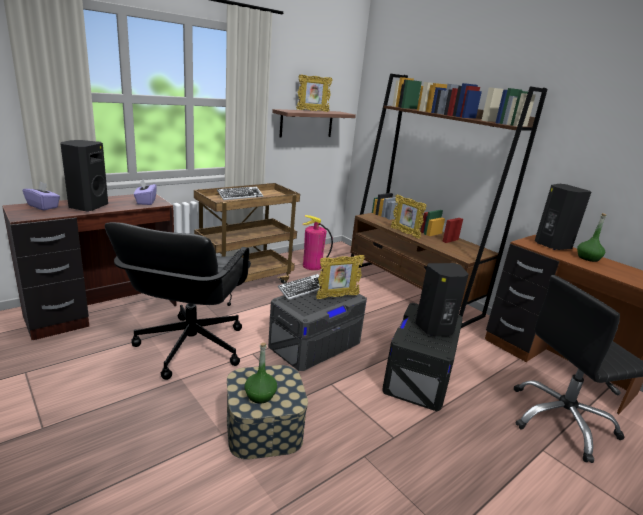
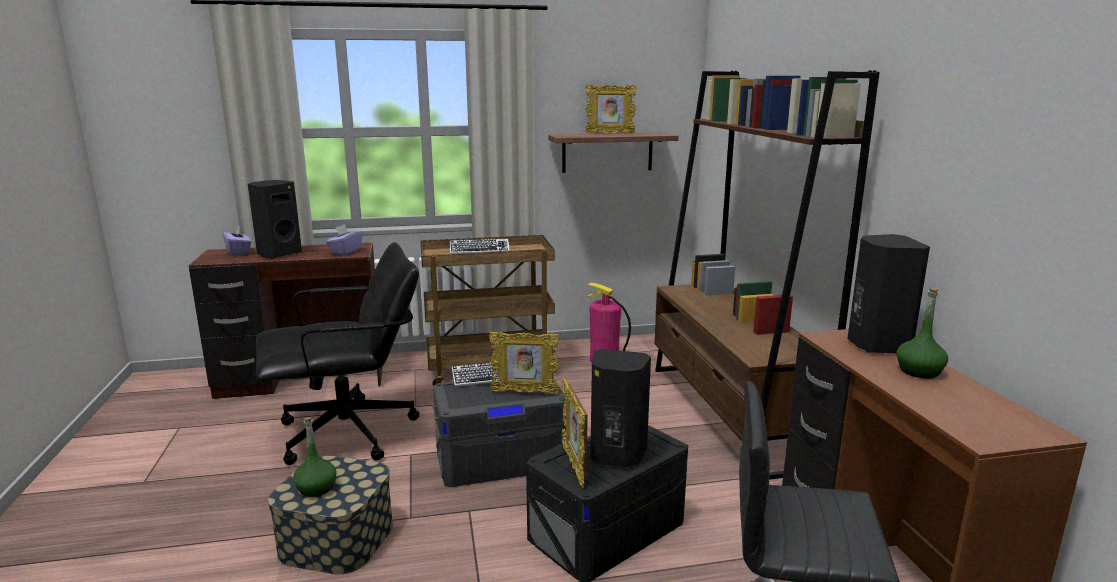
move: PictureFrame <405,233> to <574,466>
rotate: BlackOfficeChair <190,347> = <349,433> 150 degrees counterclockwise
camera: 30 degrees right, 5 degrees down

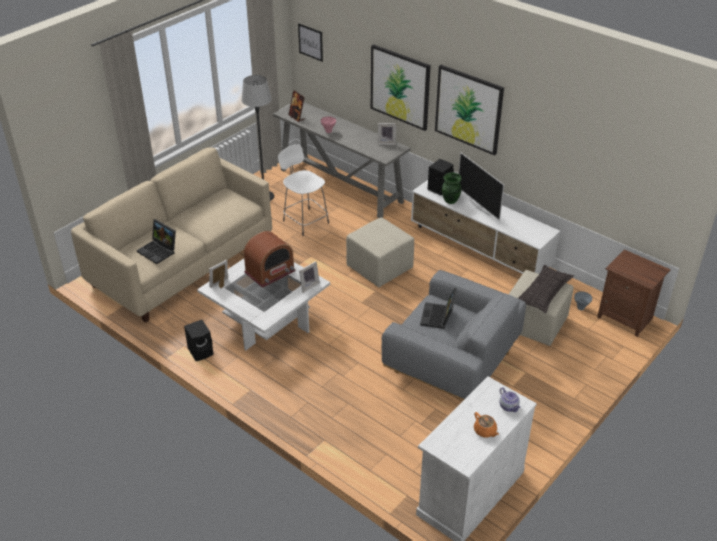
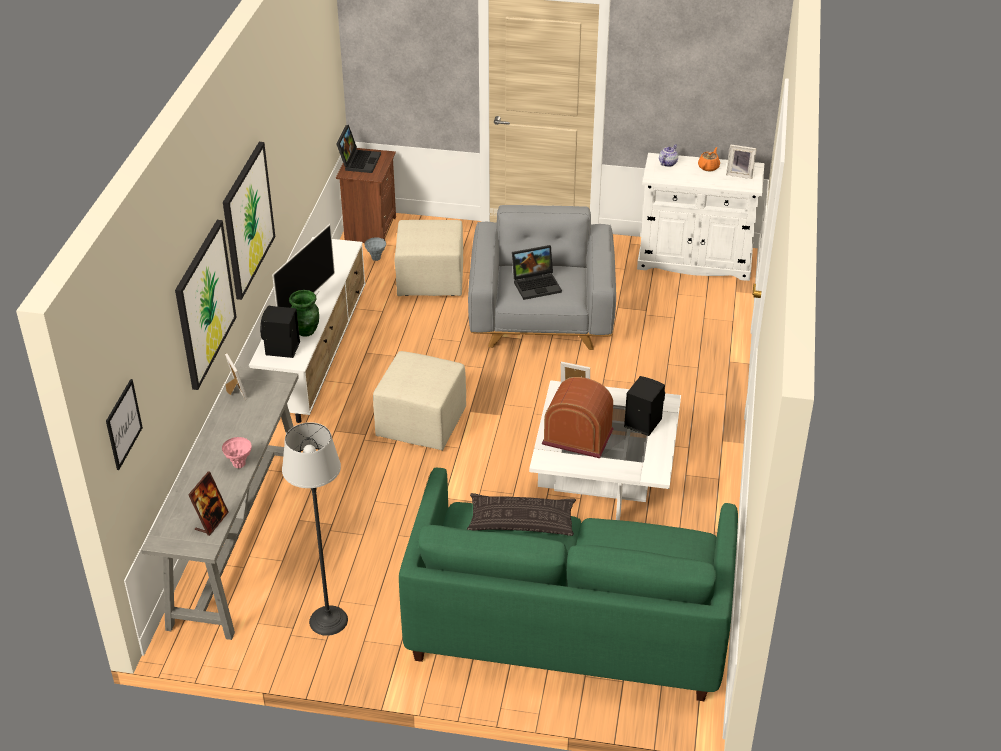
delete: WhiteStool <305,221>
move: Laptop <159,251> to <359,161>; BlackSpeaker <201,351> to <642,422>; PictureFrame <221,284> to <739,174>; Pillow <544,292> to <521,521>
recolor: BeigeSofa <182,263> to GreenSofa <567,626>
camera: 120 degrees left, 0 degrees up

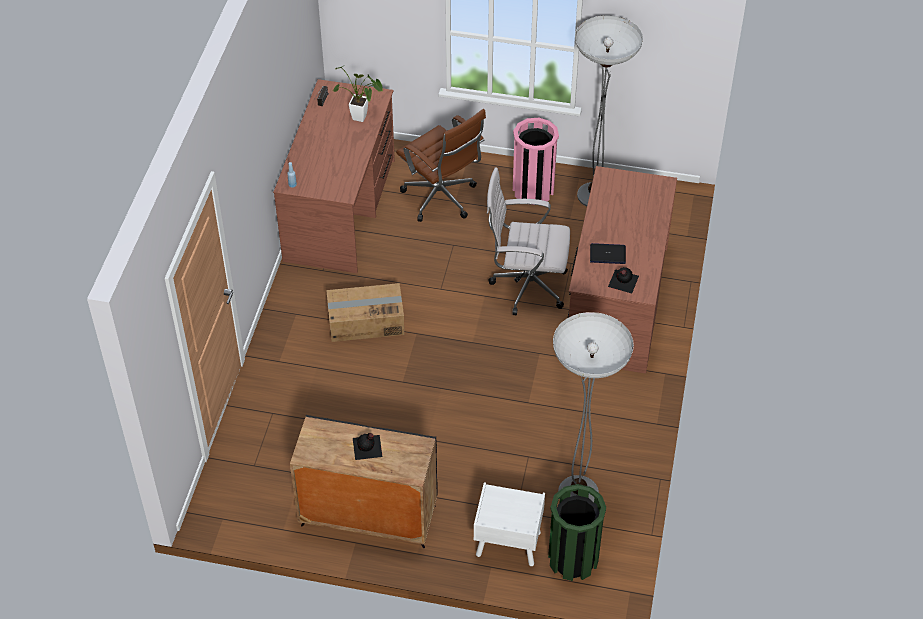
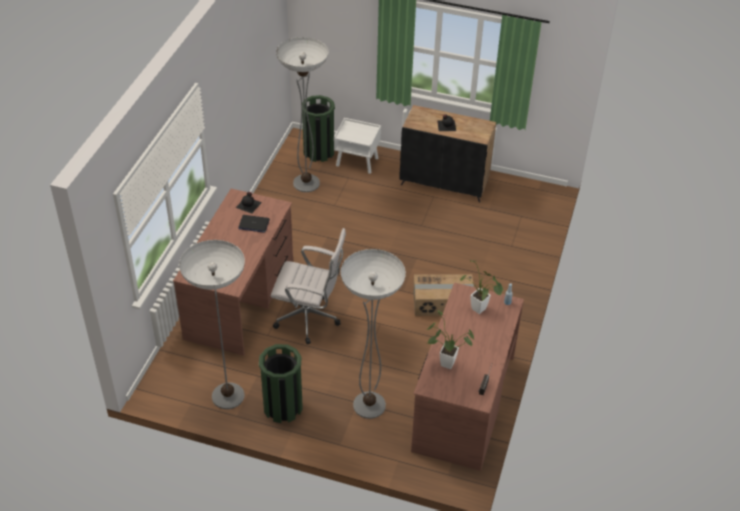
insert: PottedPlant <481,311>
replace: BrownOfficeChair <442,199> to FloorLamp <369,405>
recolor: PinkTrashCan <533,190> to GreenTrashCan <283,407>
camera: 175 degrees left, 5 degrees down

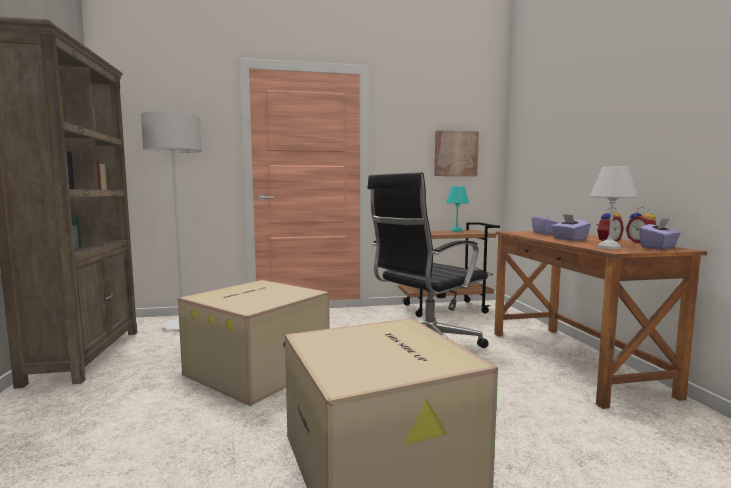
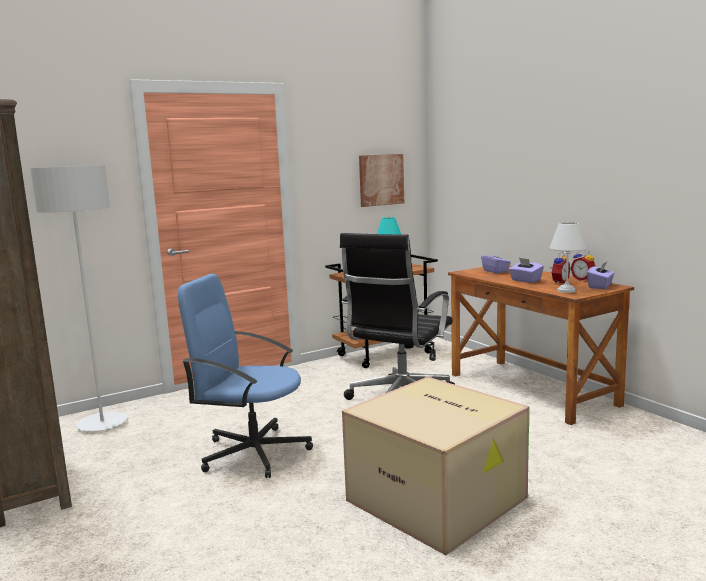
replace: CardboardBox <258,368> to BlueOfficeChair <253,452>
camera: 20 degrees left, 5 degrees up

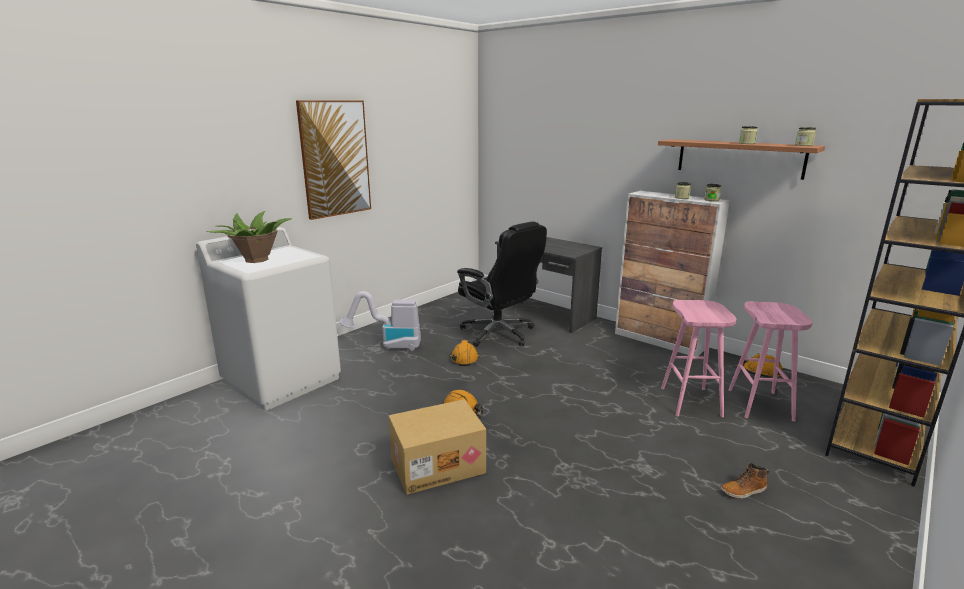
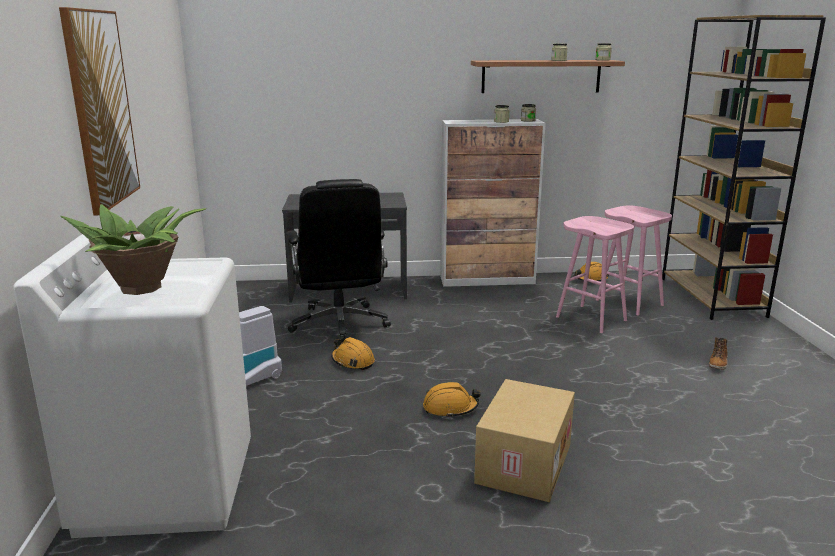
rotate: BlackOfficeChair <499,333> = <340,324> 75 degrees clockwise
camera: 45 degrees left, 0 degrees up

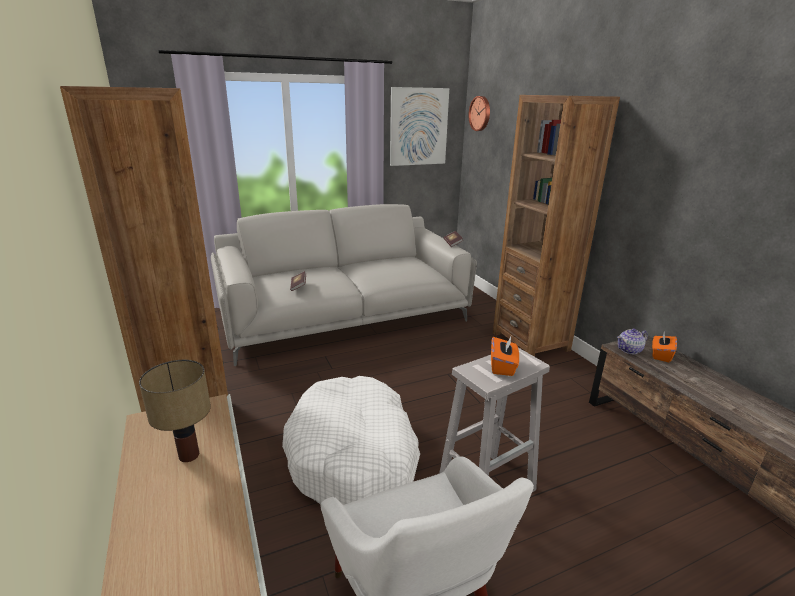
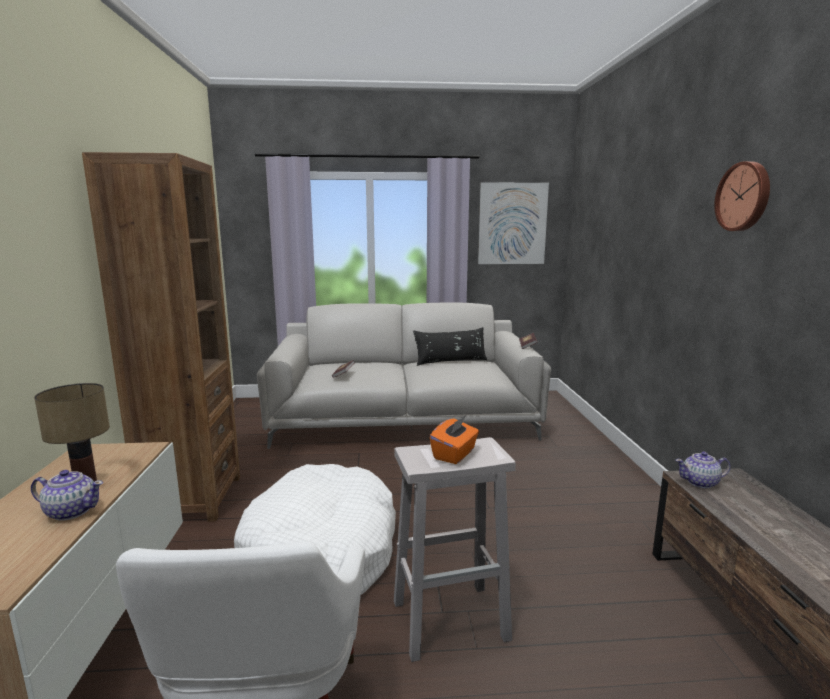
delete: BrownBookcase <530,341>; OrangeTissueBox <661,355>
insert: Teapot <71,511>; BlackPillow <450,361>
move: WallClock <480,113> to <744,197>
camera: 20 degrees right, 10 degrees down

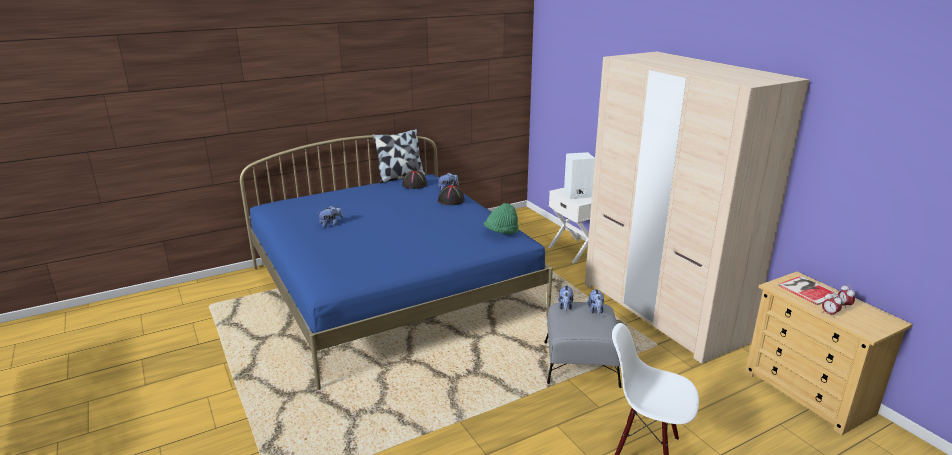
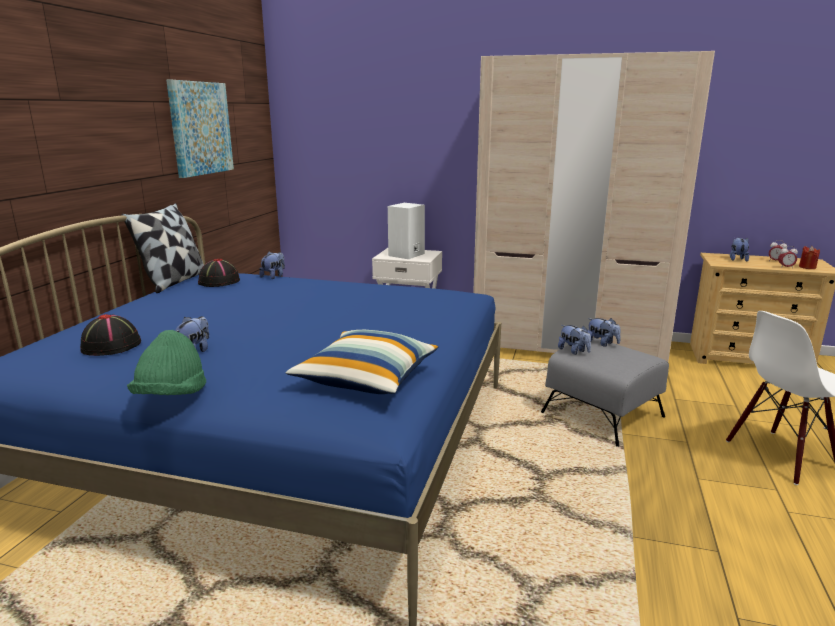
insert: Picture <200,128>; Pillow <366,378>; RedCandle <807,267>
move: BlackHat <451,200> to <112,346>; GreenHat <501,232> to <171,396>
replace: Book <808,289> to PlushToy <737,259>
camera: 45 degrees left, 5 degrees down

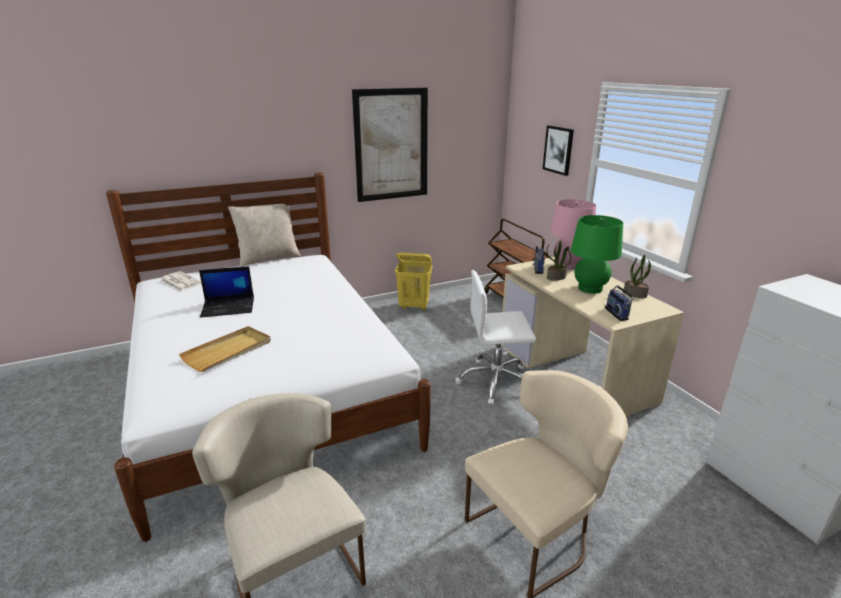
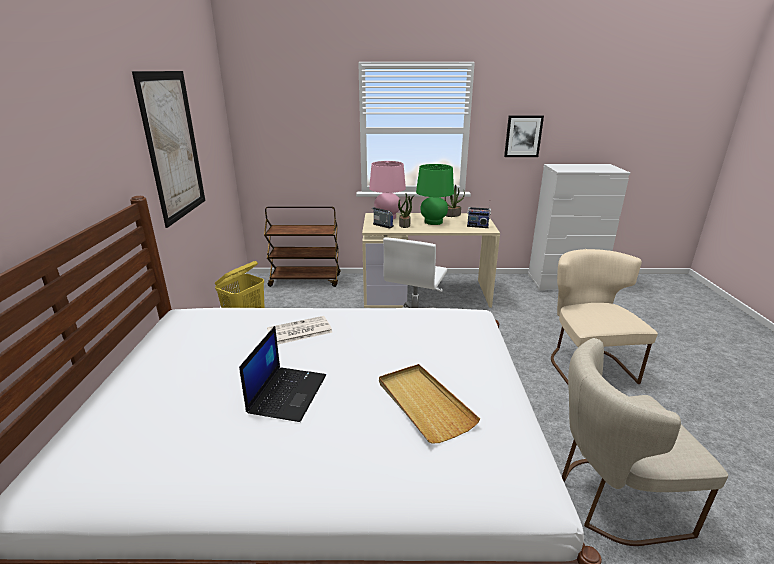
delete: BeigePillow <268,258>
move: Newspaper <180,281> to <299,331>; Picture <558,150> to <523,136>
camera: 65 degrees left, 0 degrees up

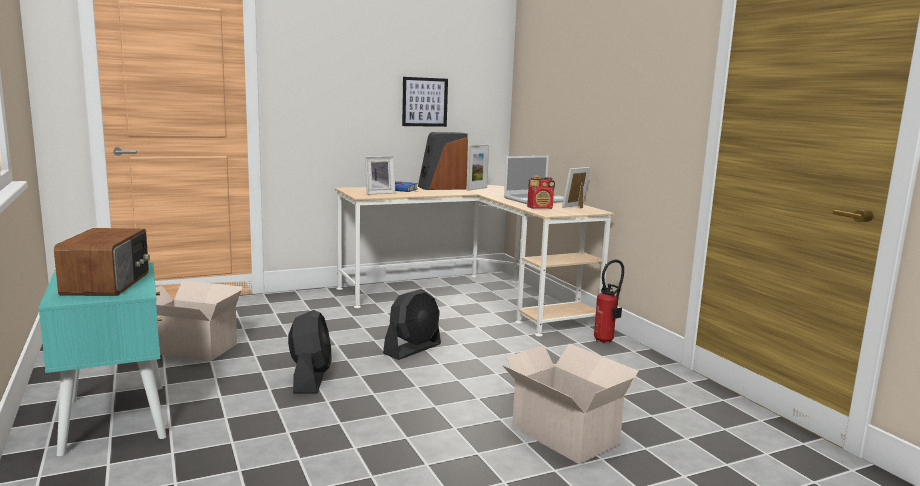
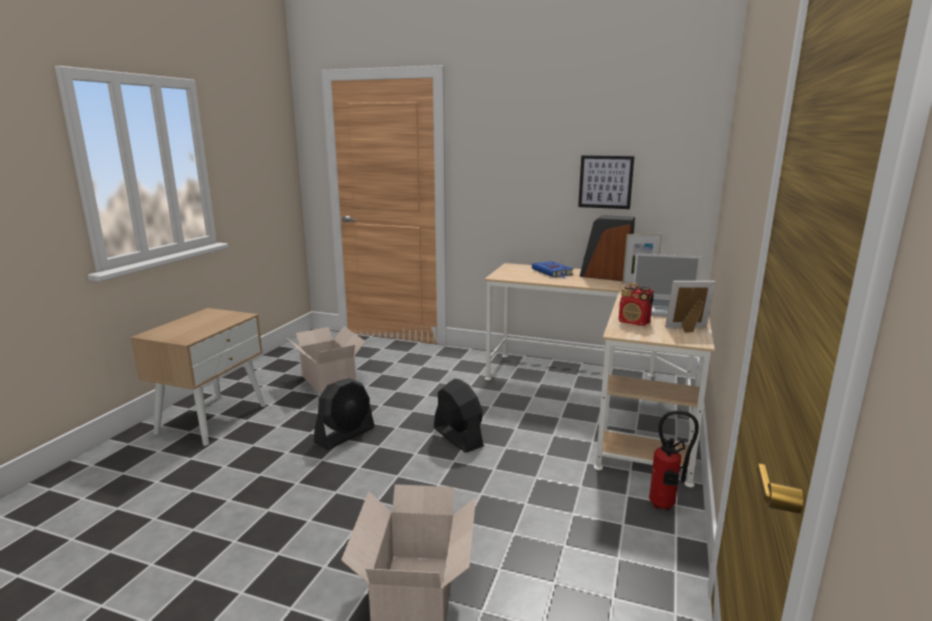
delete: Radio <108,283>; PictureFrame <379,193>
recolor: TurquoiseNightstand <114,417> to BeigeNightstand <212,418>
rotate: BlackFan <413,349> = <457,437> 120 degrees counterclockwise
camera: 45 degrees right, 5 degrees up

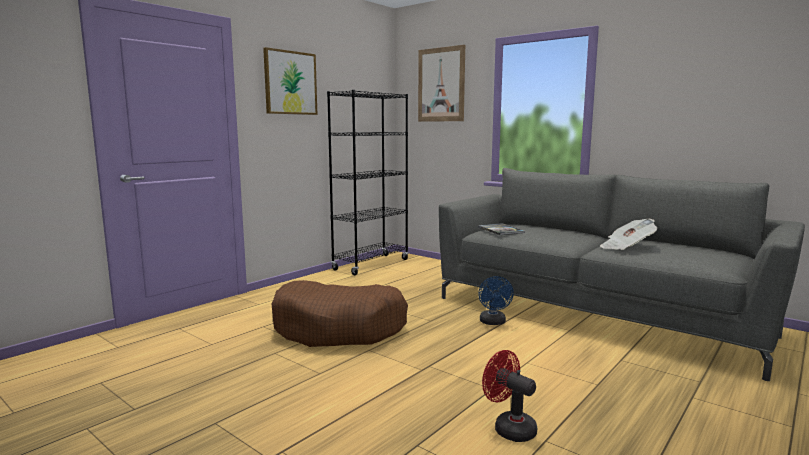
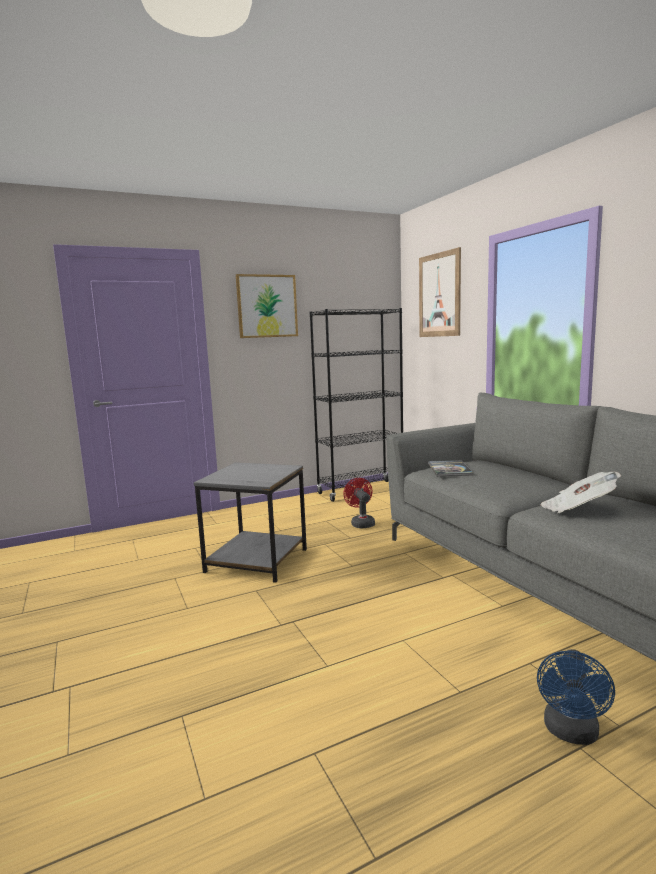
move: BlueFan <493,322> to <571,733>; RedFan <509,428> to <361,523>
replace: BrownDogBed <339,328> to GreySideTable <255,561>
camera: 25 degrees right, 0 degrees up

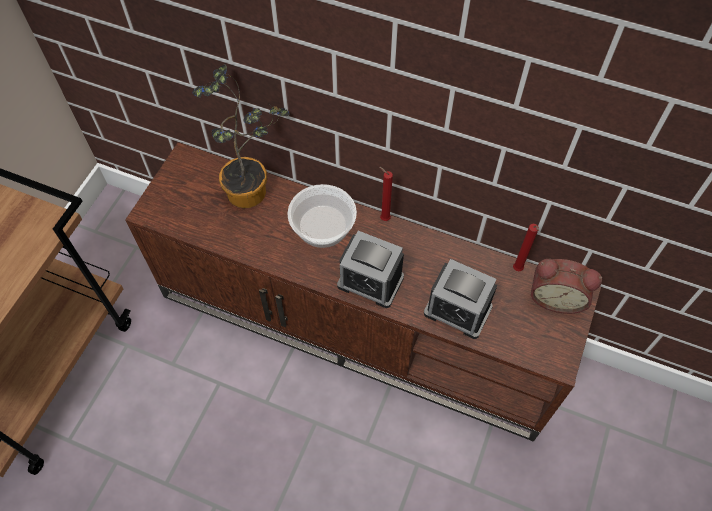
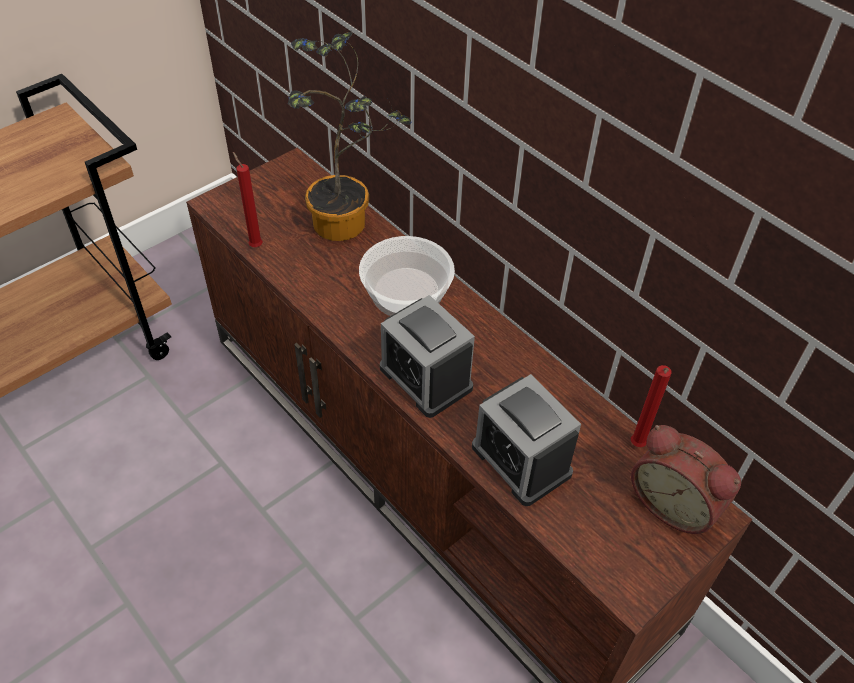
move: RedCandle <383,218> to <255,245>
camera: 25 degrees right, 10 degrees down

